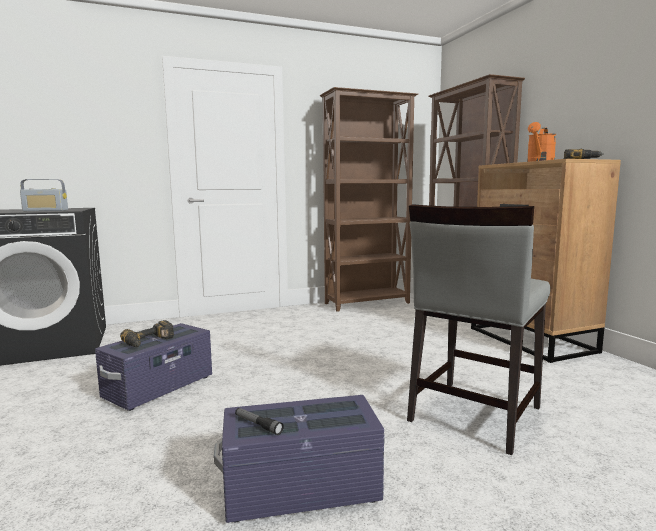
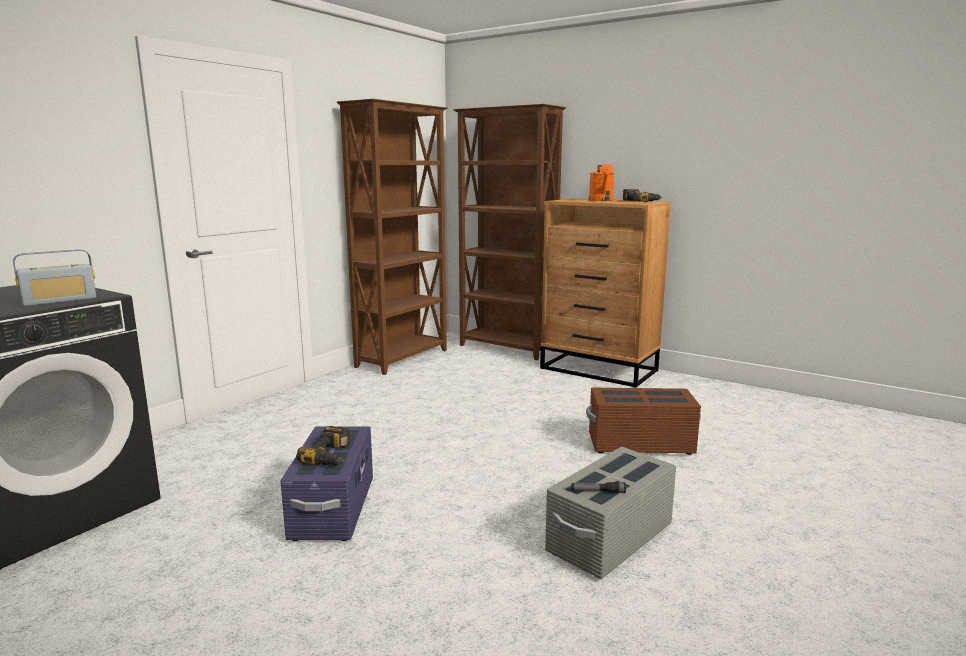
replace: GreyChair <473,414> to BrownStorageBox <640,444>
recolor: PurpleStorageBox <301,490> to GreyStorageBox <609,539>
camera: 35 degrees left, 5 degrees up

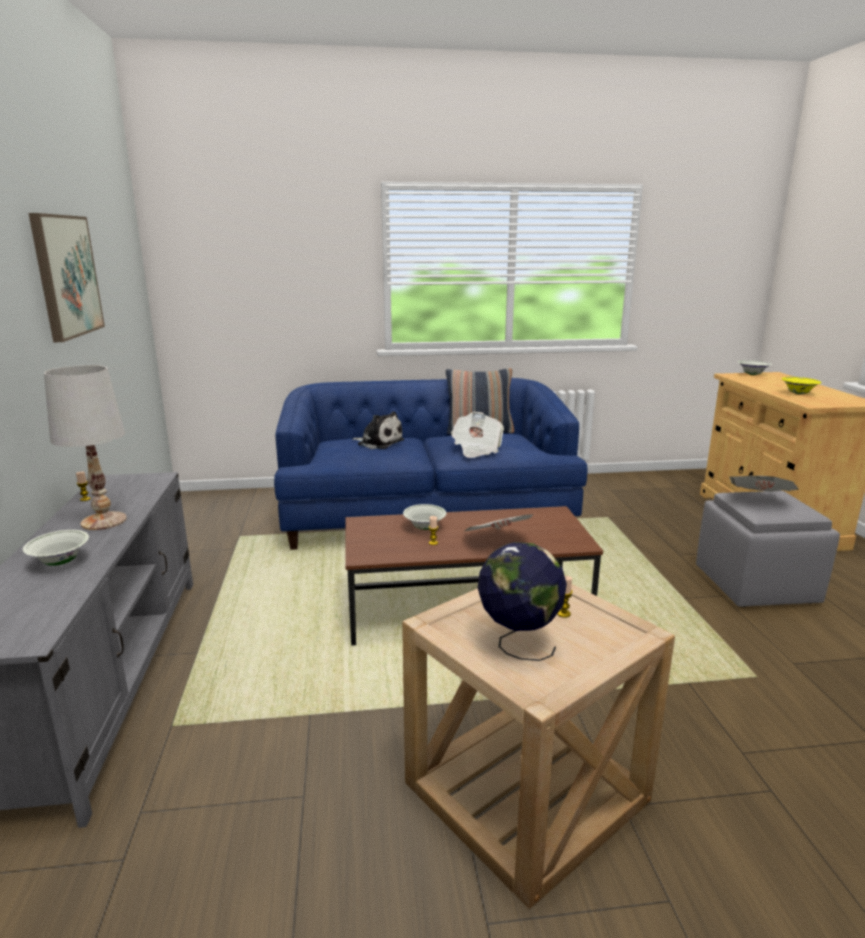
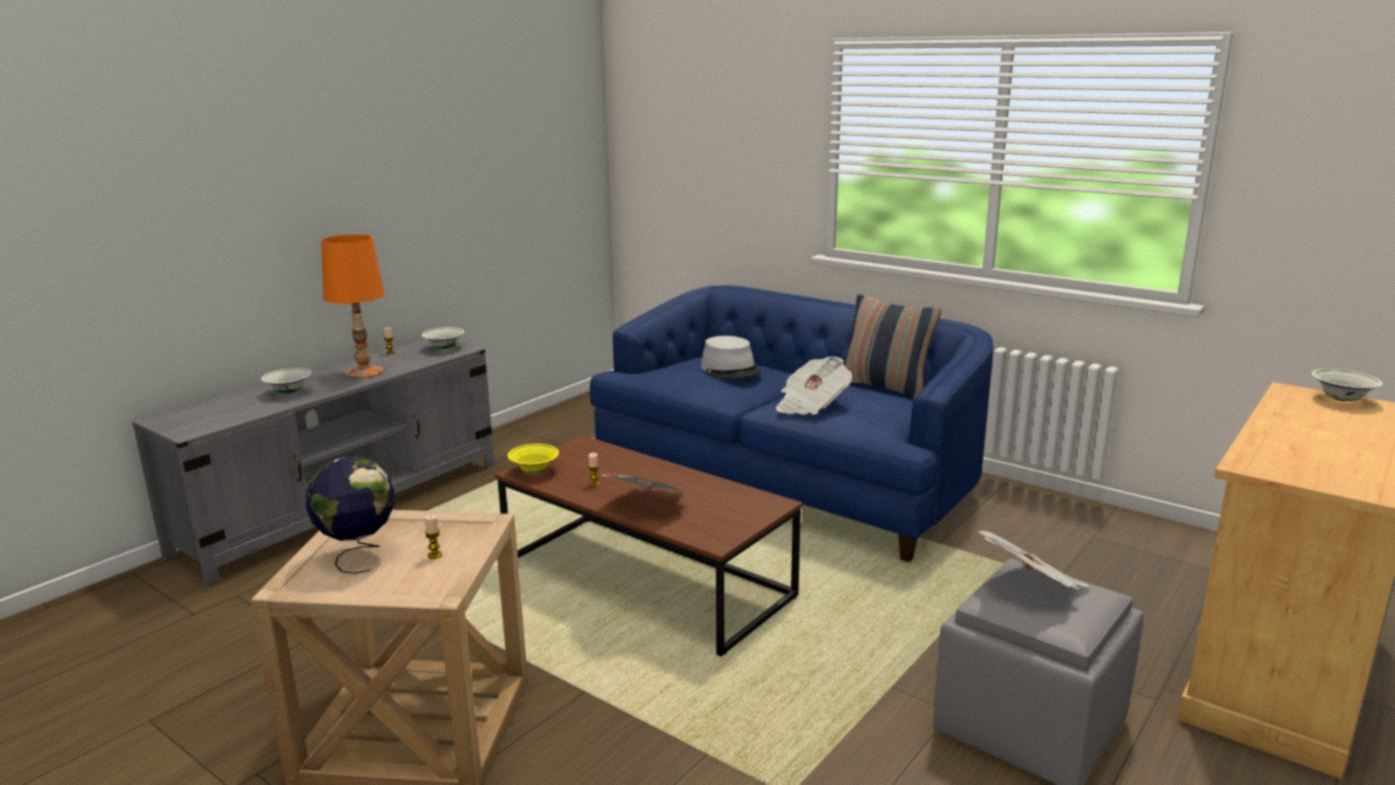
delete: Picture <66,276>
move: WhiteBowl <424,528> to <444,348>; YellowBowl <798,394> to <534,471>
replace: PlushToy <378,442> to GreyHat <731,370>
recolor: WhiteTableLamp <104,521> to OrangeTableLamp <364,372>
camera: 45 degrees right, 0 degrees up

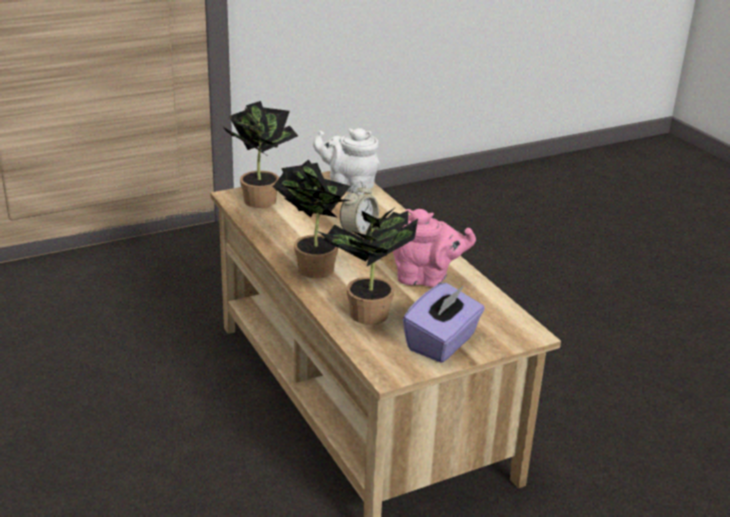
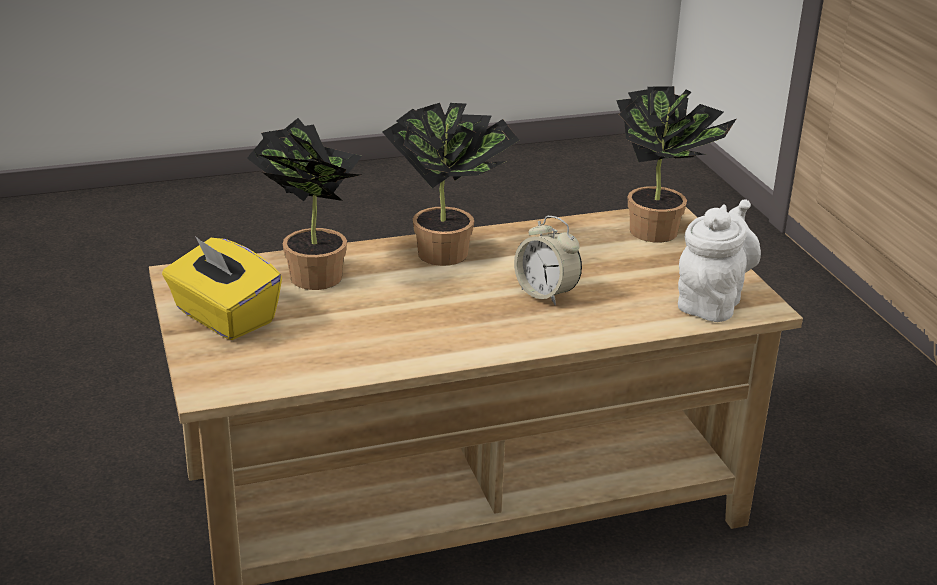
delete: PinkTeapot <426,279>
recolor: PurpleTissueBox <442,343> to YellowTissueBox <224,317>
camera: 100 degrees right, 0 degrees up

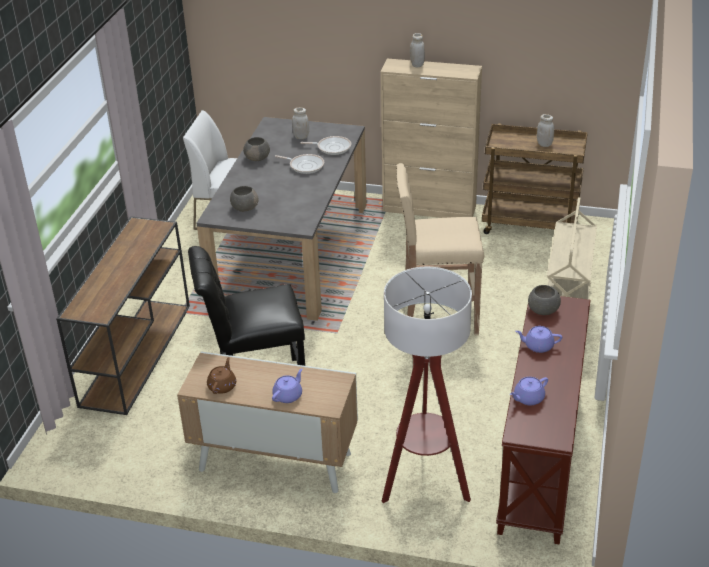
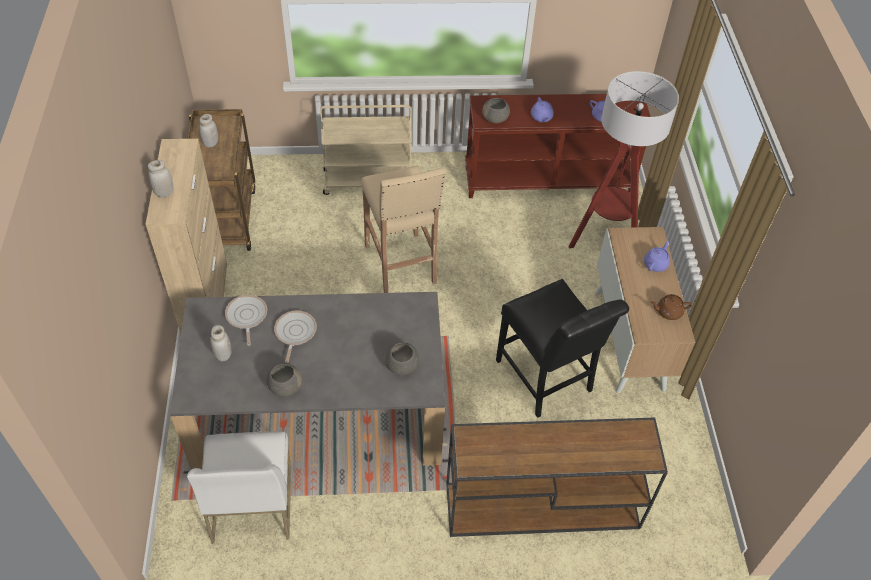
rotate: PurpleTeapot <288,395> = <656,264> 105 degrees clockwise
camera: 110 degrees left, 15 degrees up

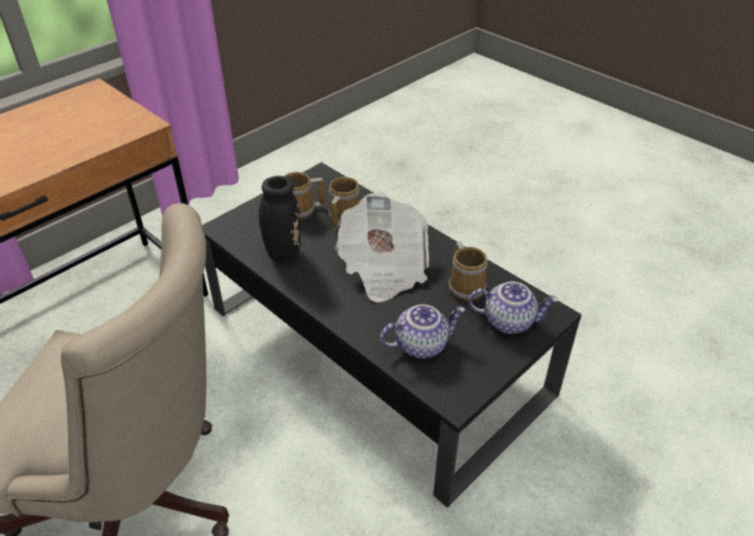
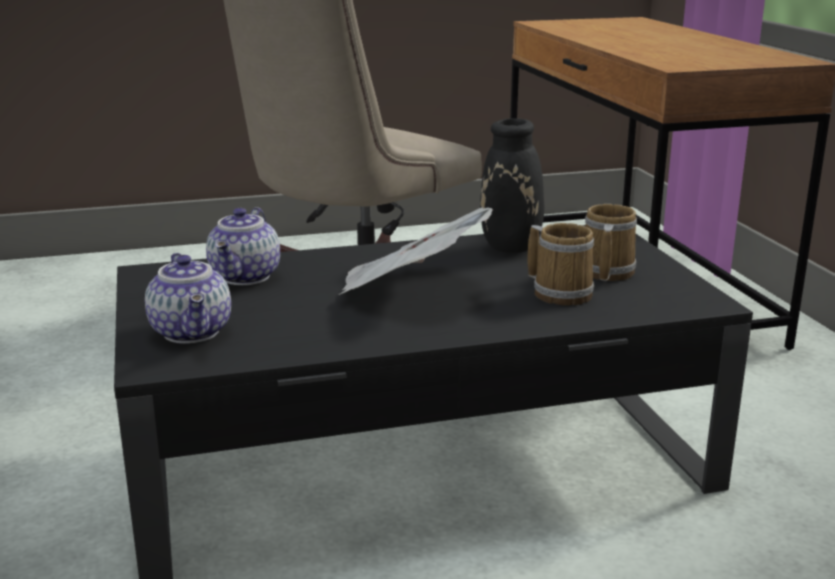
delete: Mug <466,286>
rotate: Teapot <509,321> = <193,332> 60 degrees counterclockwise
camera: 120 degrees right, 20 degrees down

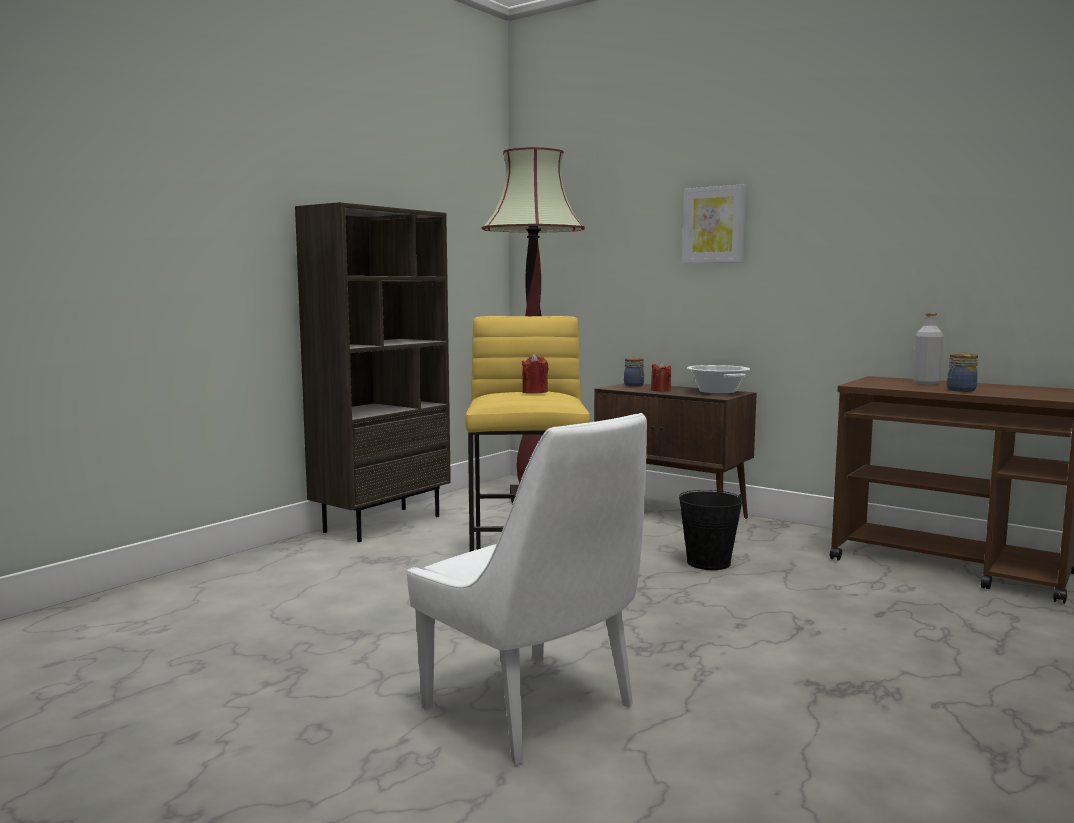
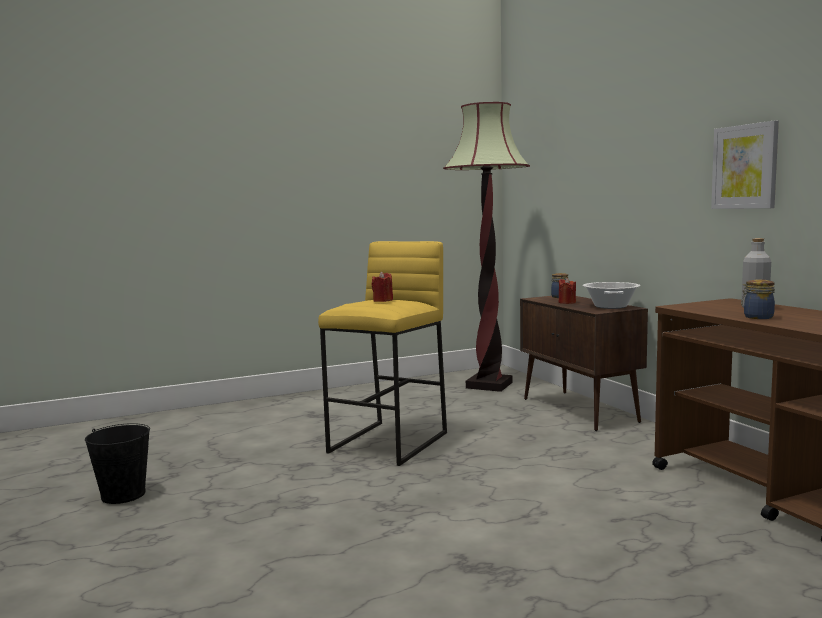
delete: BrownBookcase <382,523>; WhiteChair <534,710>
move: BlackBucket <708,563> to <123,495>; Picture <714,225> to <745,167>
camera: 30 degrees right, 0 degrees up

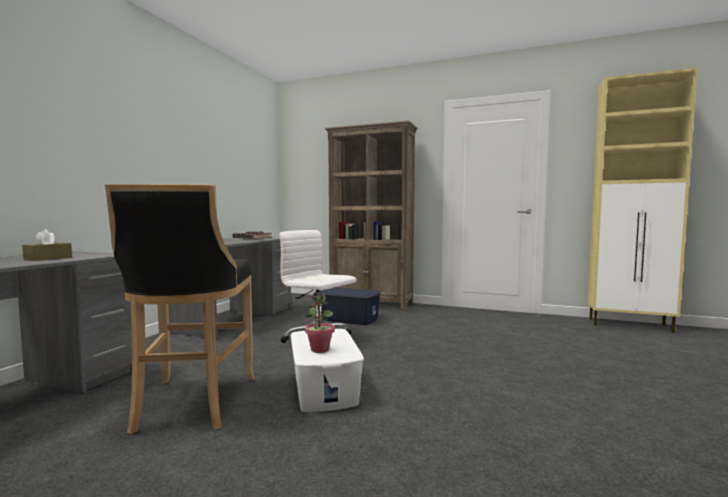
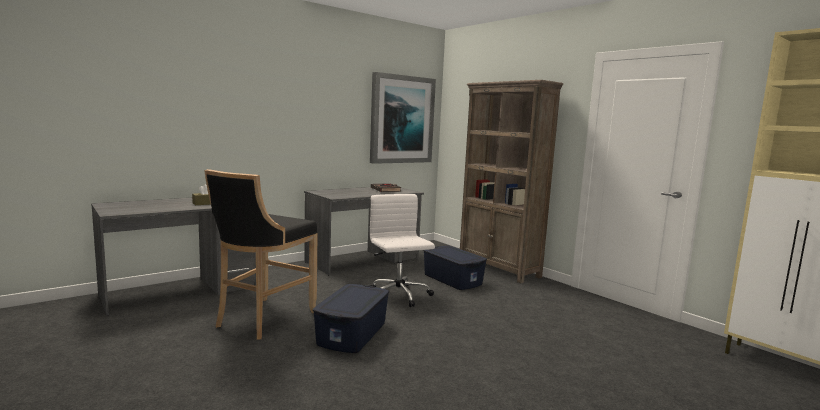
delete: PottedPlant <319,350>
insert: Picture <401,119>
recolor: WhiteStorageBox <325,387> to BlueStorageBox <353,333>
camera: 30 degrees right, 5 degrees up

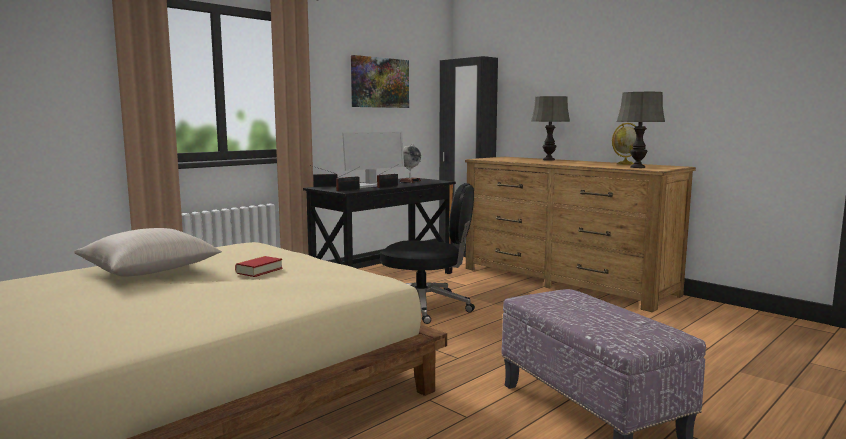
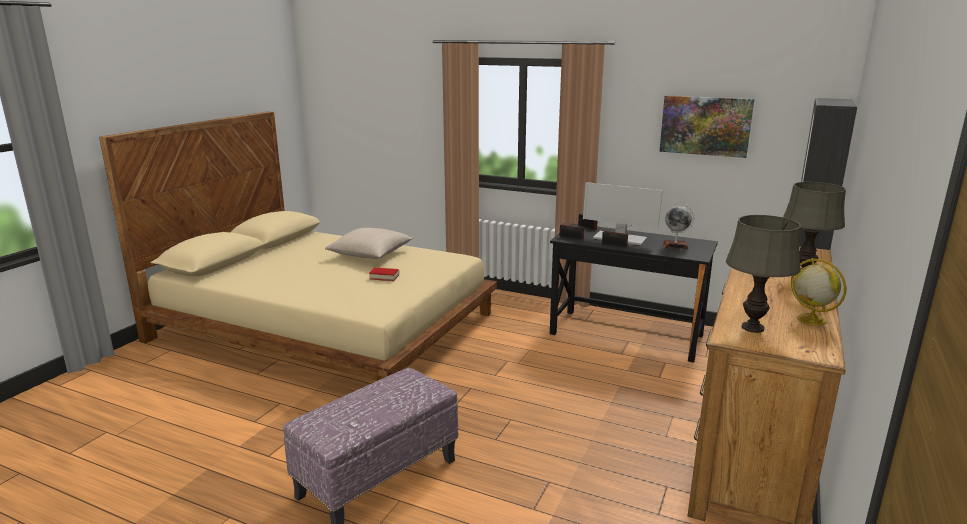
delete: BlackOfficeChair <425,307>
camera: 70 degrees right, 10 degrees up

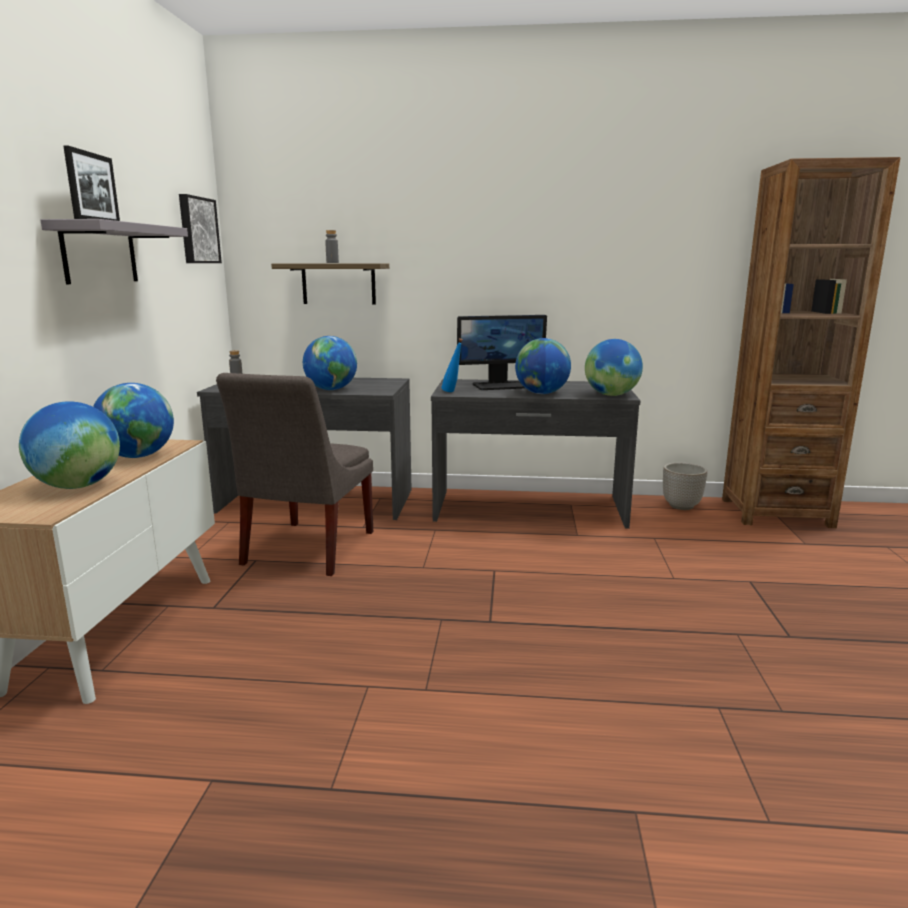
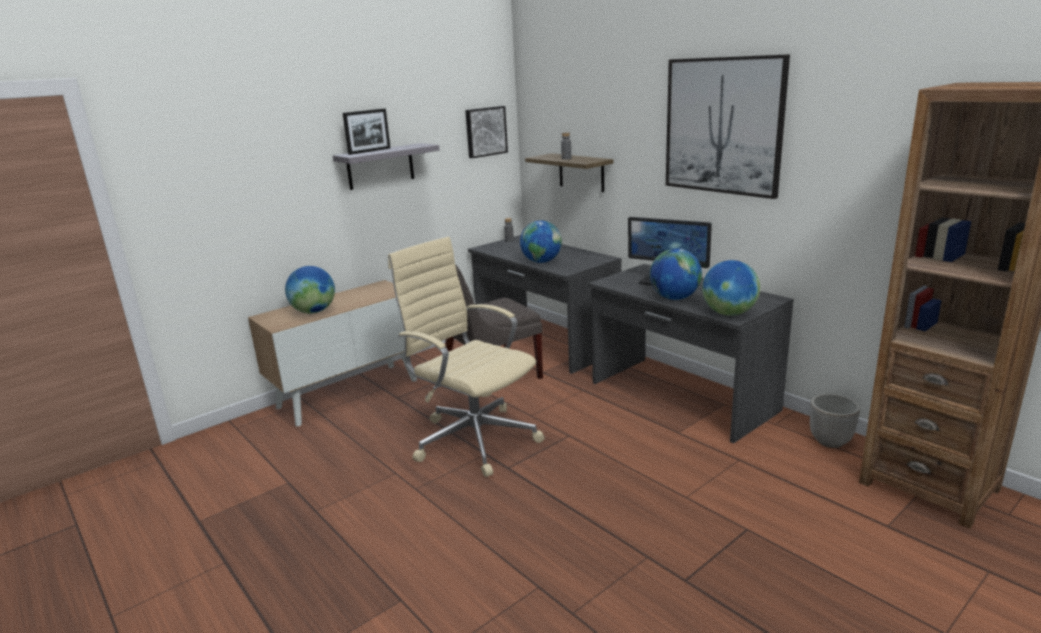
delete: Globe <138,456>; BlueBottle <452,392>
insert: BeigeOfficeChair <473,438>; Picture <723,126>
camera: 45 degrees right, 5 degrees up

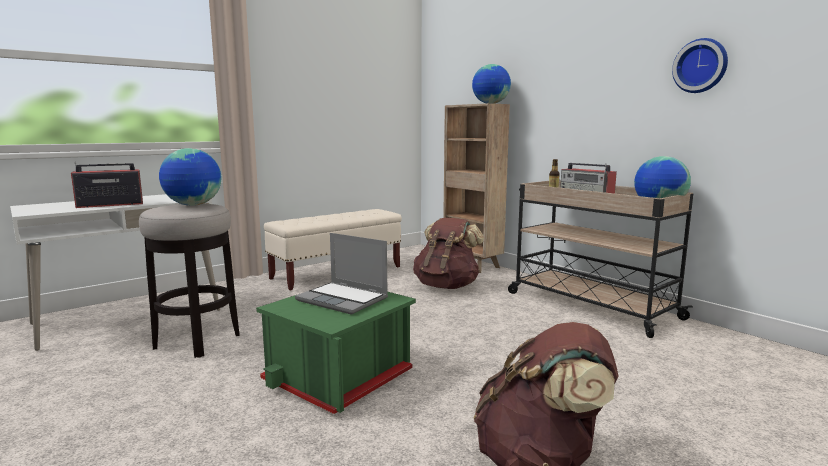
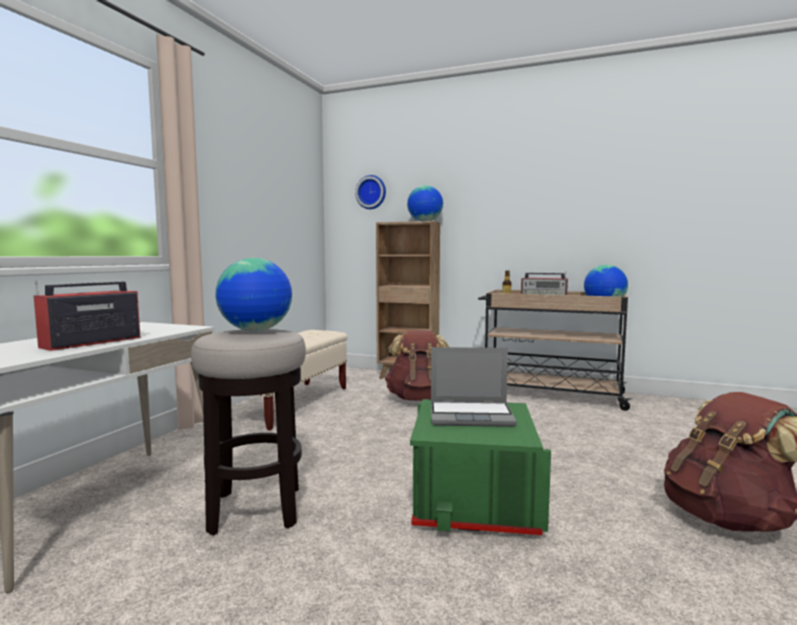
move: WallClock <701,66> to <371,192>
camera: 30 degrees left, 5 degrees down

